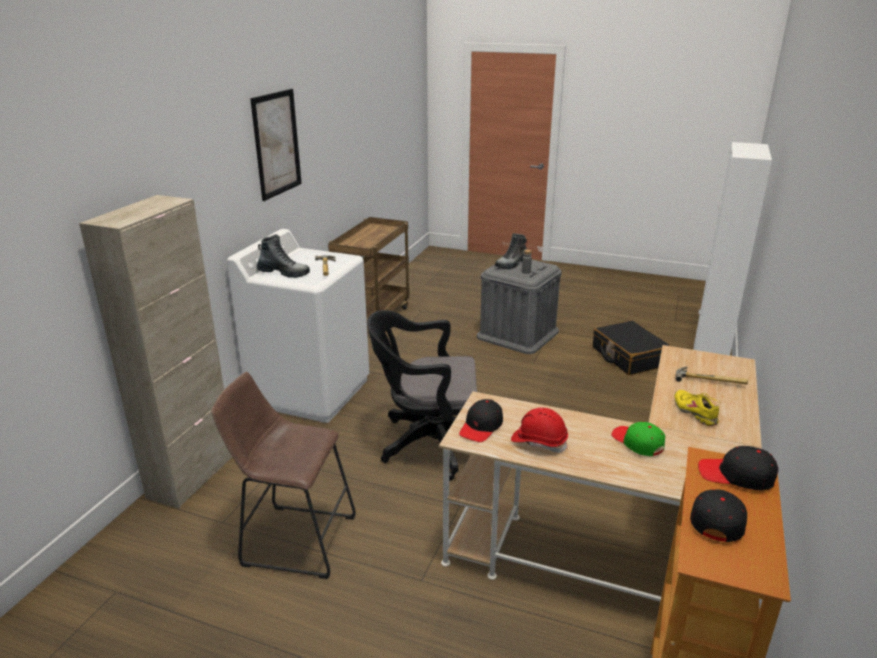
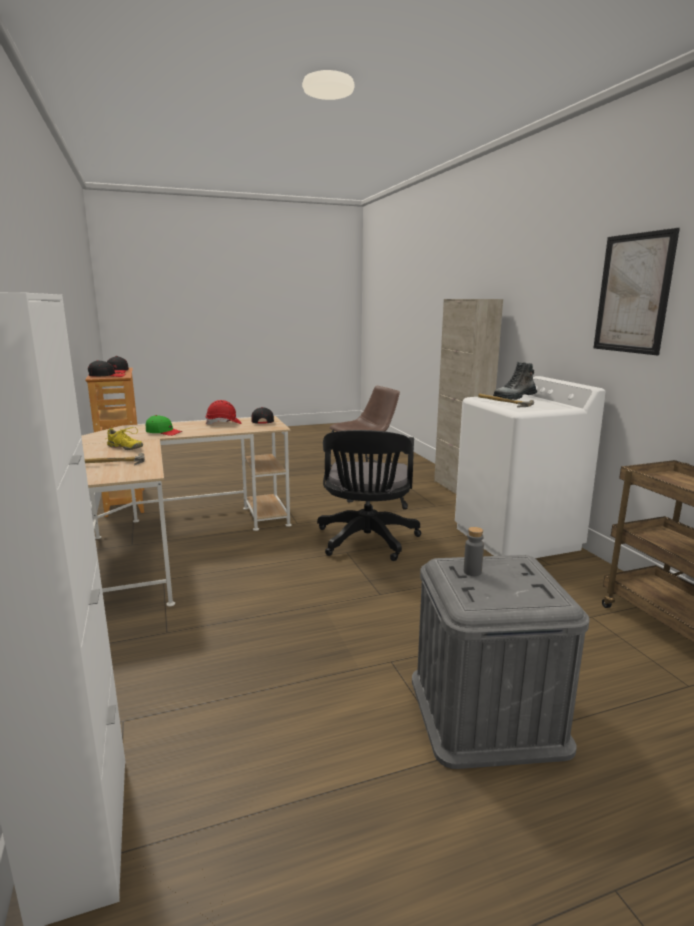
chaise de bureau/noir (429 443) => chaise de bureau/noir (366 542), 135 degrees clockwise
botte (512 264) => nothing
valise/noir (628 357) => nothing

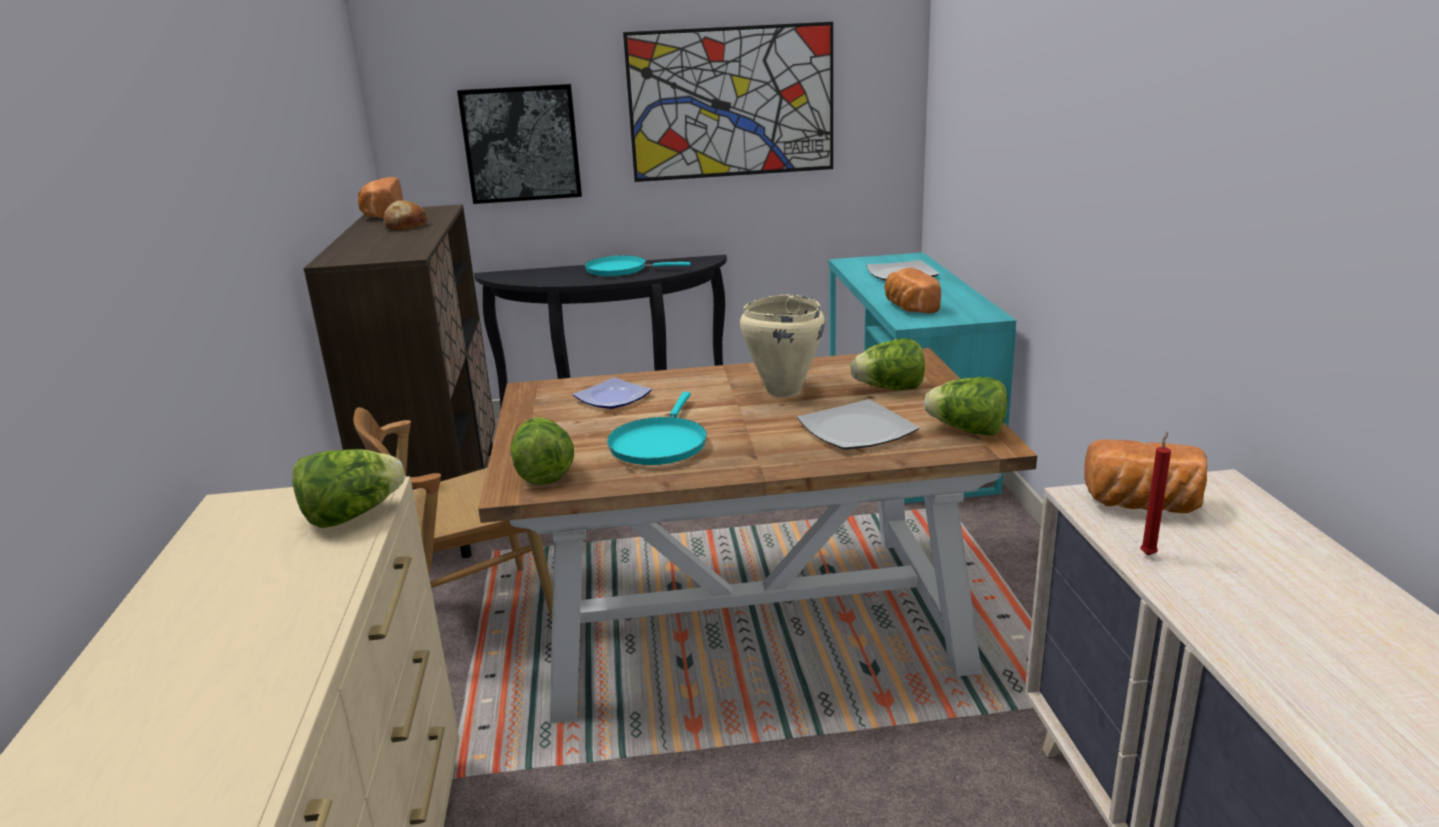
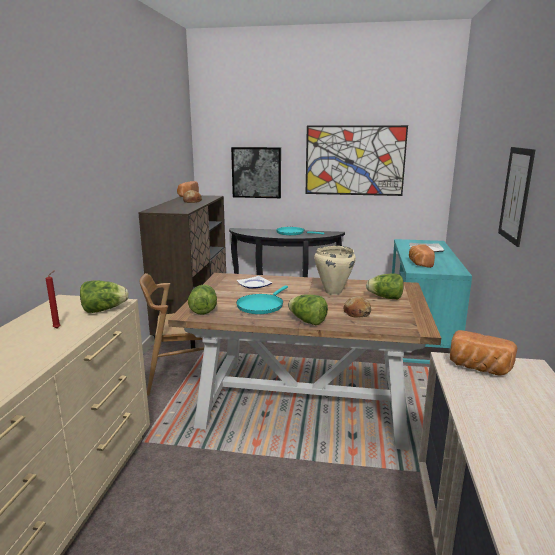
bougie/rouge (1148 554) => bougie/rouge (58 328), moved
laitue (967 431) => laitue (307 321), moved
assiette (857 429) => pain (357 313)
nothing => tableau (516 195)

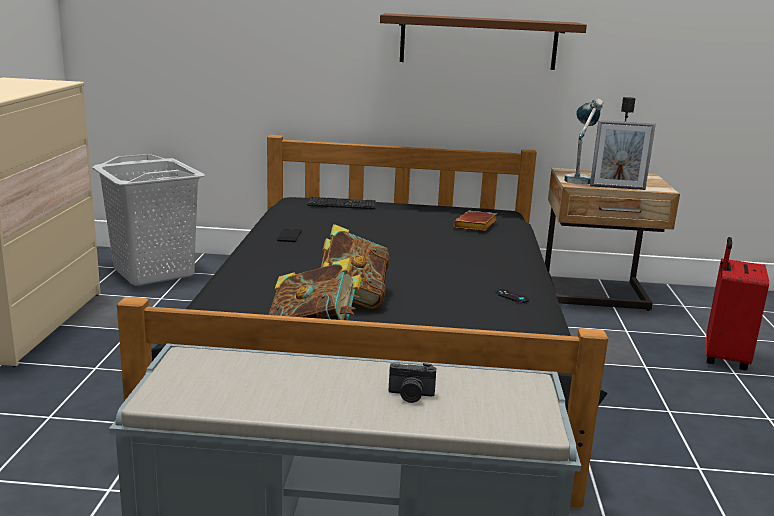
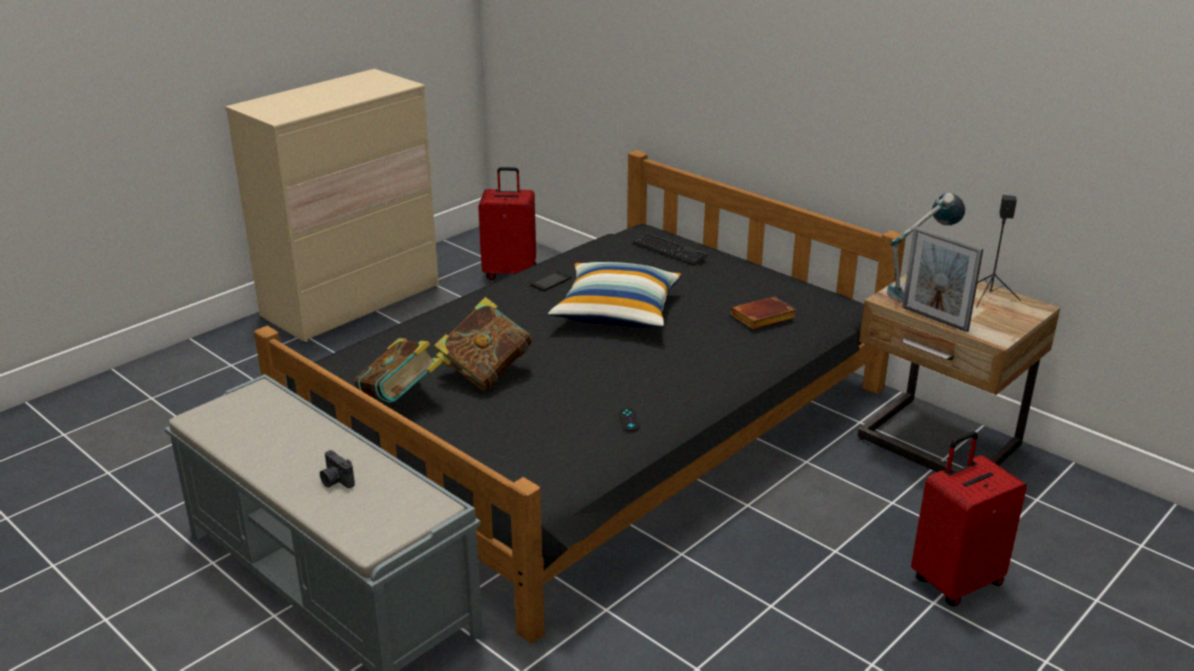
panier à linge/gris (154 272) => valise/rouge (510 273)
nothing => coussin (616 312)
étagère/marron (478 42) => nothing

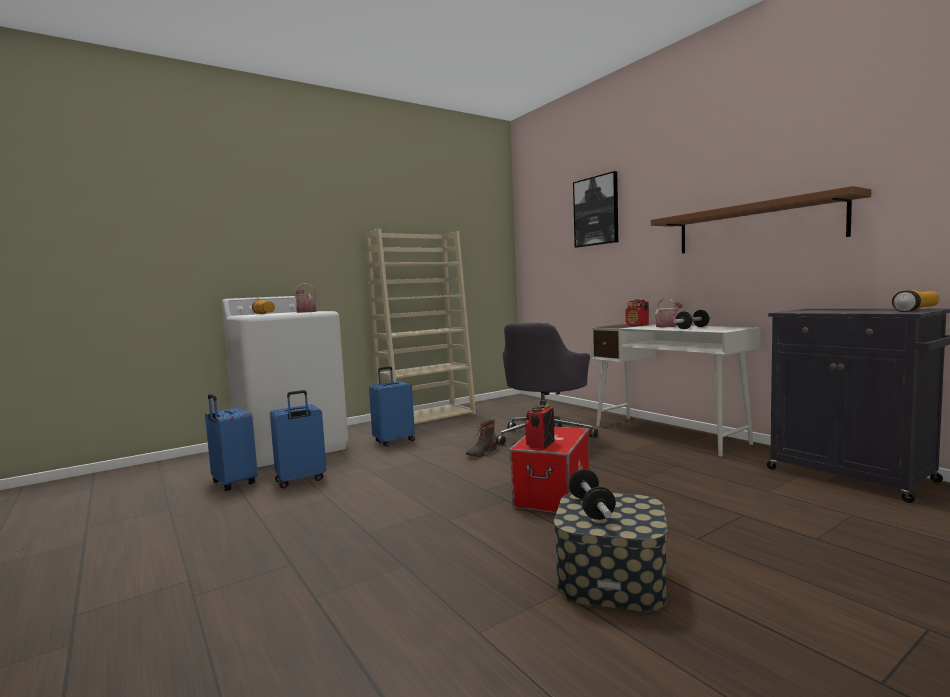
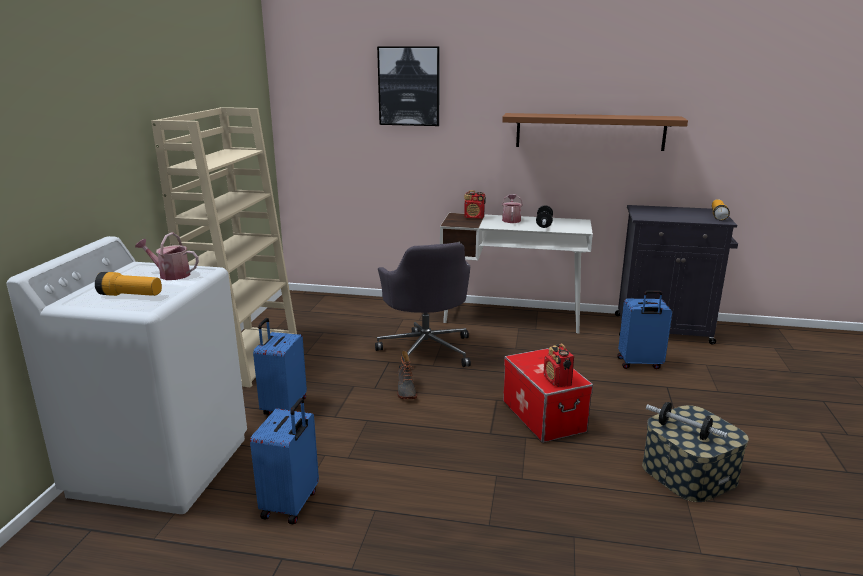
valise/bleu (233 484) => valise/bleu (639 364), moved

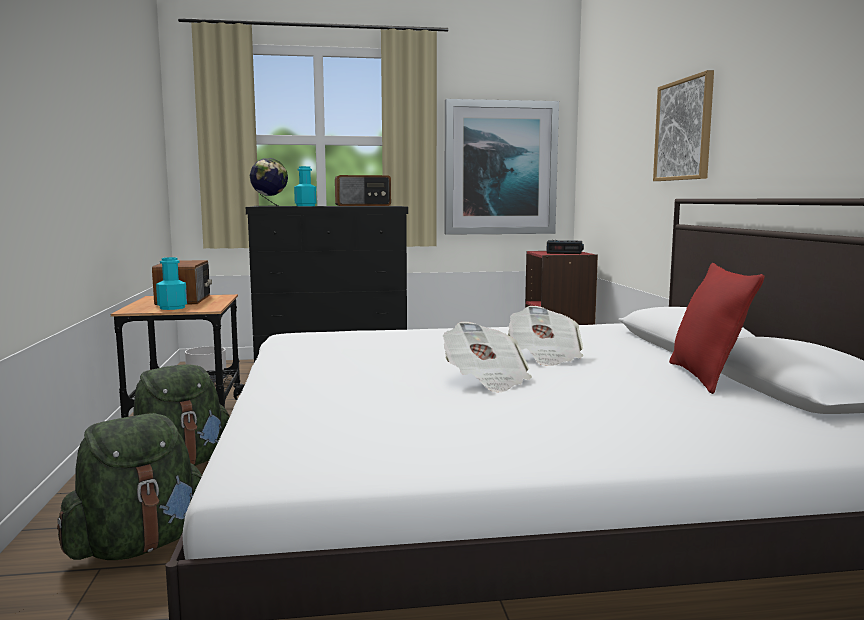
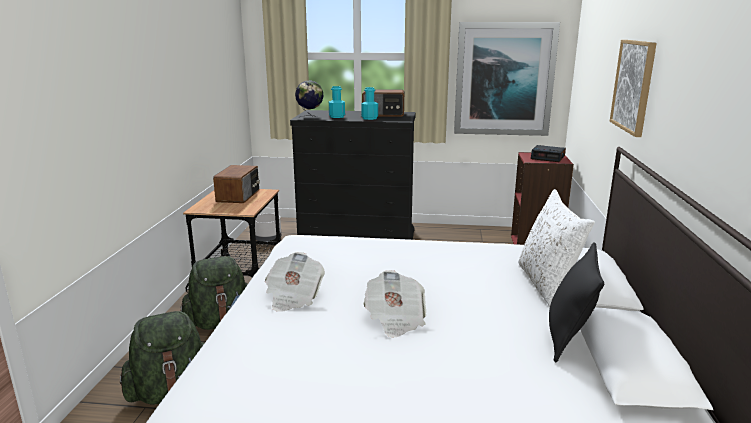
journal (545 356) => journal (293 297), moved
bouteille/turquoise (172 308) => bouteille/turquoise (369 118), moved
nothing => coussin/blanc (547 284)
coussin/rouge (706 377) => coussin/noir (568 338)

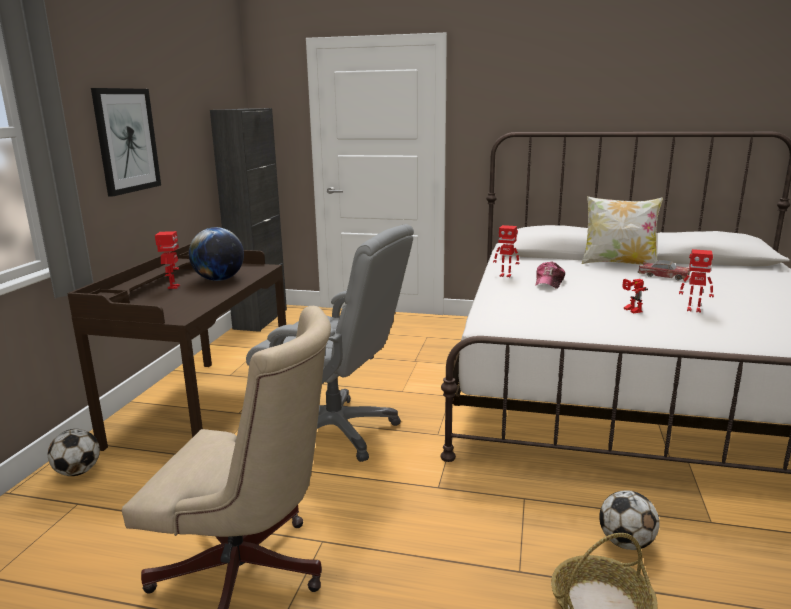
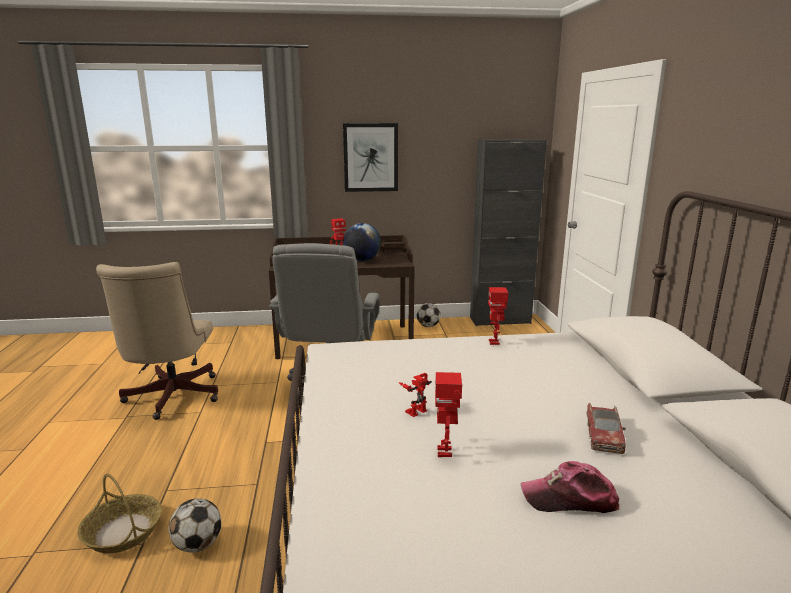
ballon de foot (78 472) => ballon de foot (428 326), moved
casquette (549 282) => casquette (570 499), moved
coussin (618 263) => nothing

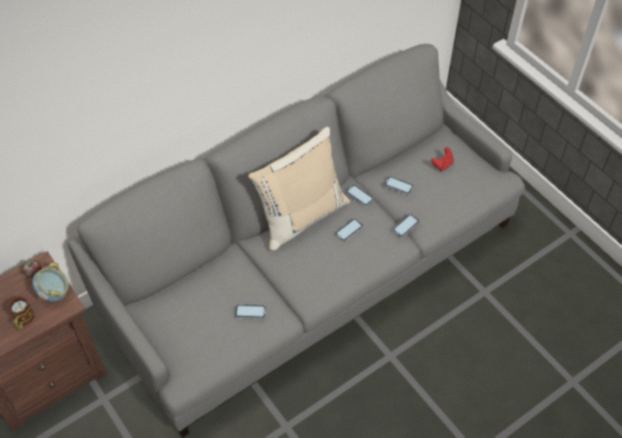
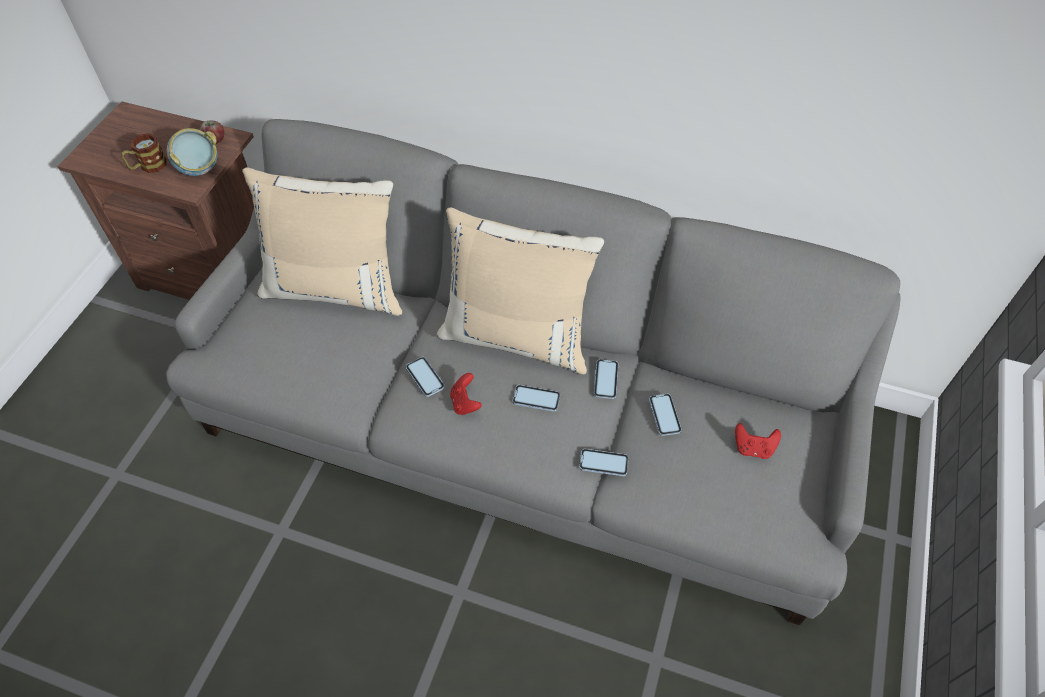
nothing => coussin/beige (336 288)
téléphone (250 312) => téléphone (425 377), moved
nothing => manette/rouge (465 403)

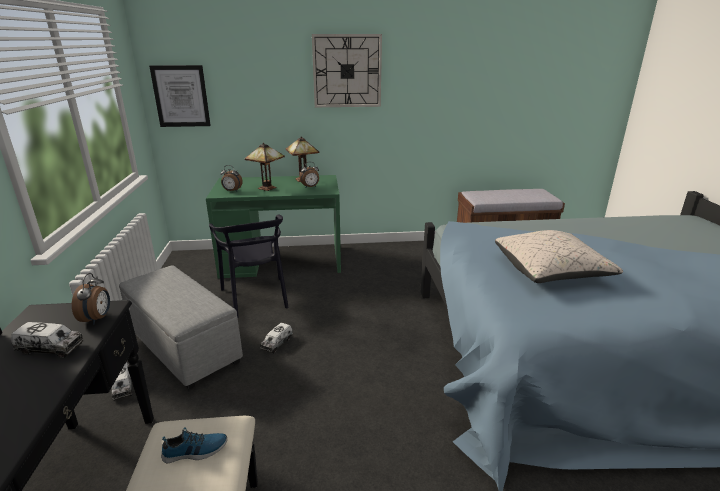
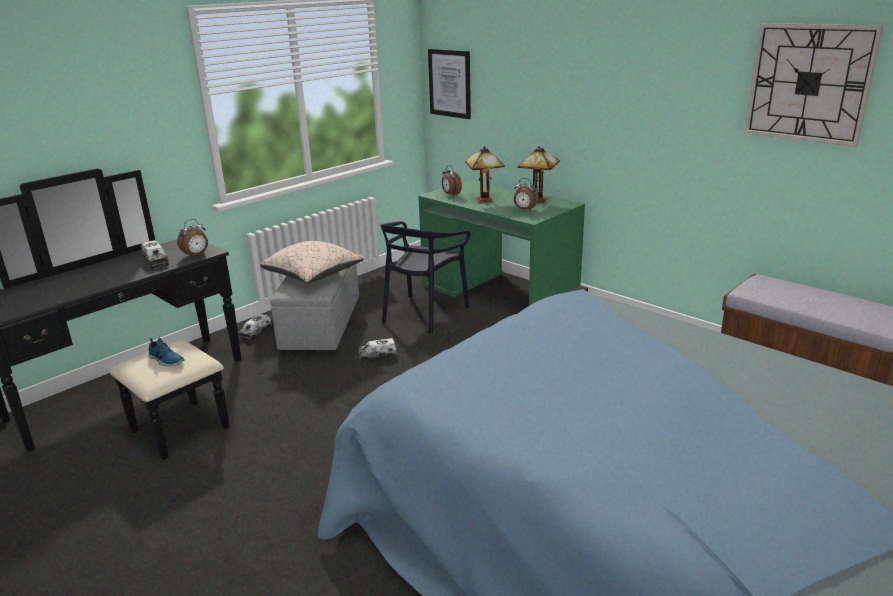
coussin/beige (550 271) => coussin/beige (314 275), moved
horloge murale (347 71) => horloge murale (809 83), moved

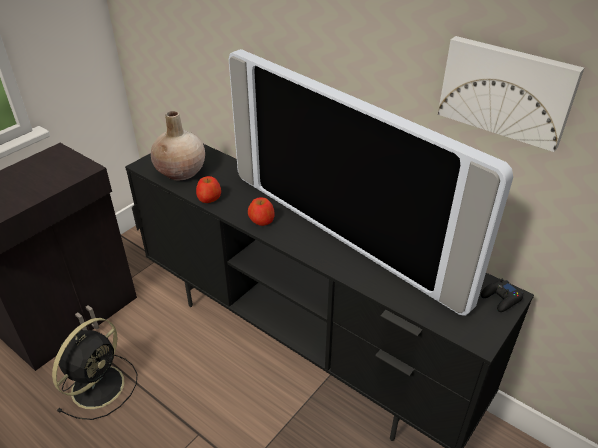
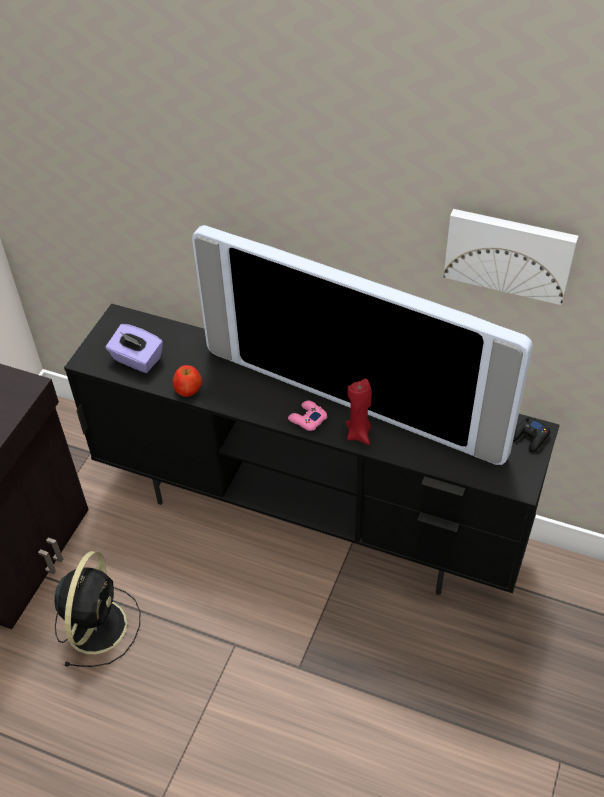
vase/beige (181 172) => boîte à mouchoirs/violet (137 360)
nothing => manette/rose (307 419)
nothing => bougie/rouge (359 433)
pomme (261 220) => nothing

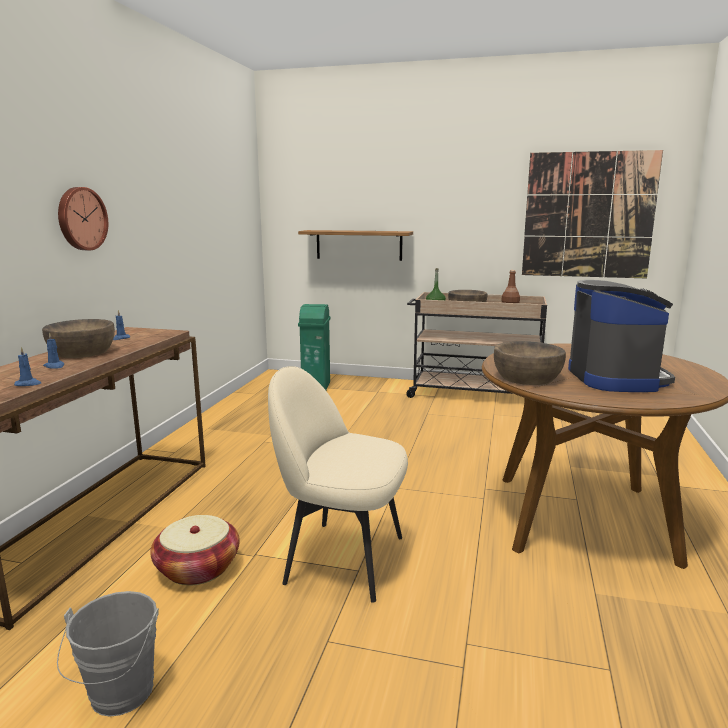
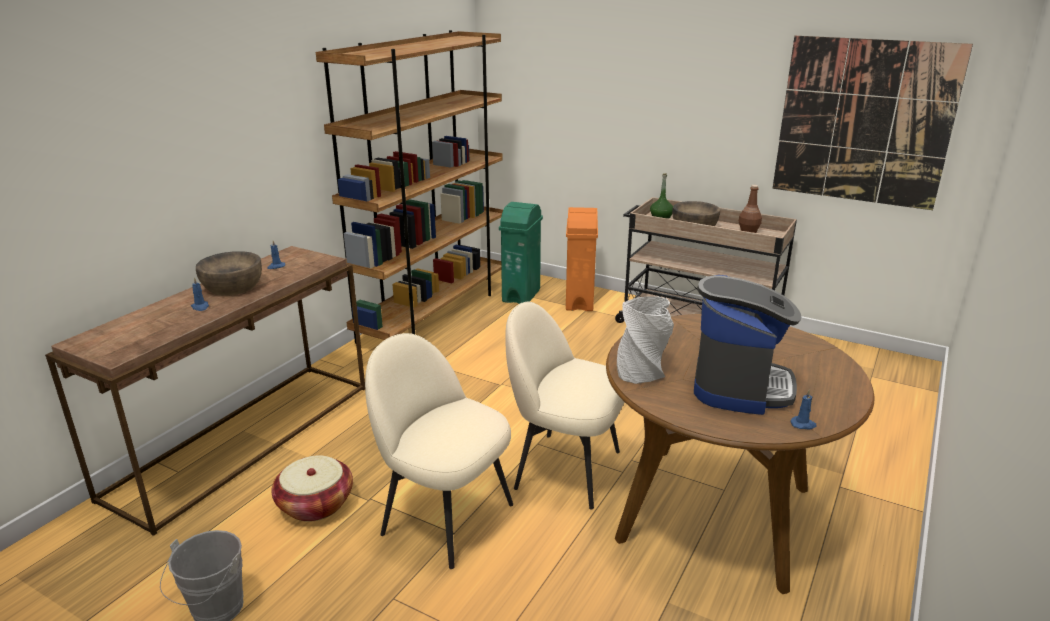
nothing => bibliothèque/marron (433 313)
nothing => chaise/beige (564 468)
nothing => poubelle/orange (579 302)
bol/marron (526 377) => vase/gris (642 371)
bougie/bleu (28 384) => bougie/bleu (803 424), moved
horloge murale (81 219) => nothing
étagère (359 245) => nothing

